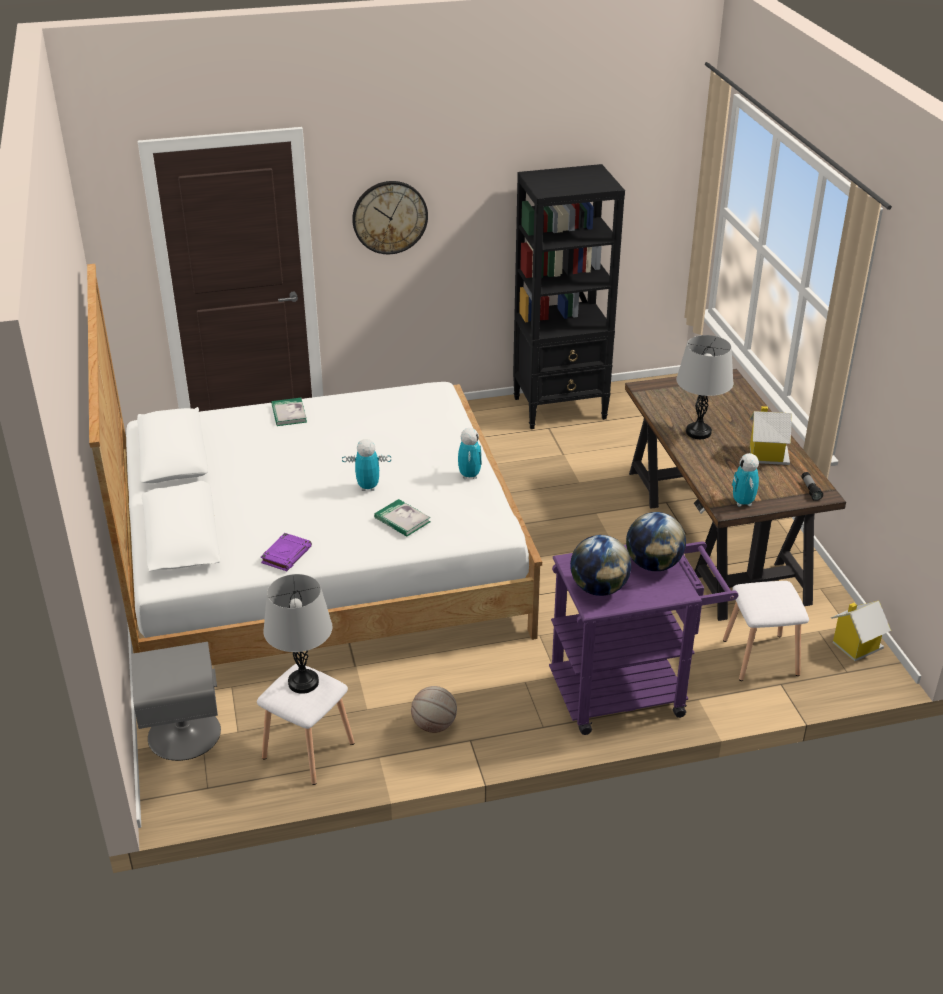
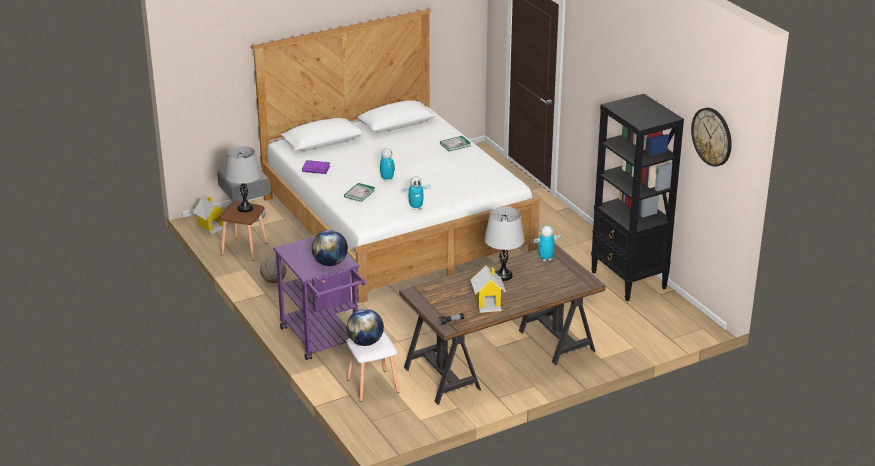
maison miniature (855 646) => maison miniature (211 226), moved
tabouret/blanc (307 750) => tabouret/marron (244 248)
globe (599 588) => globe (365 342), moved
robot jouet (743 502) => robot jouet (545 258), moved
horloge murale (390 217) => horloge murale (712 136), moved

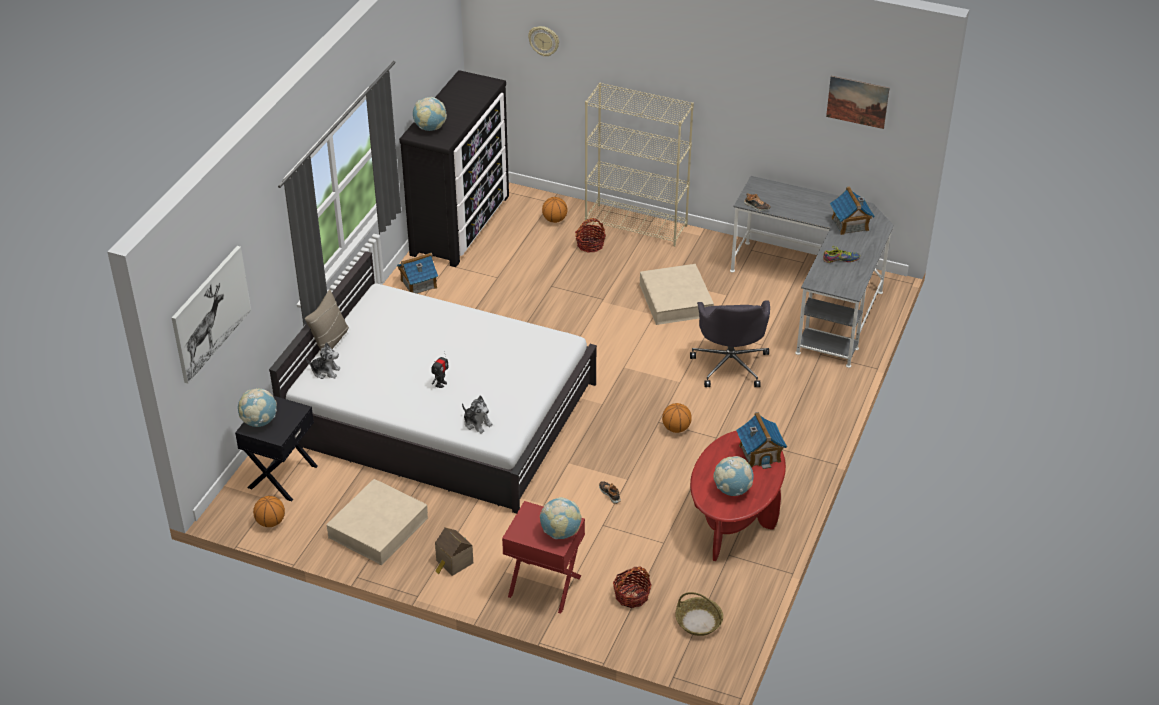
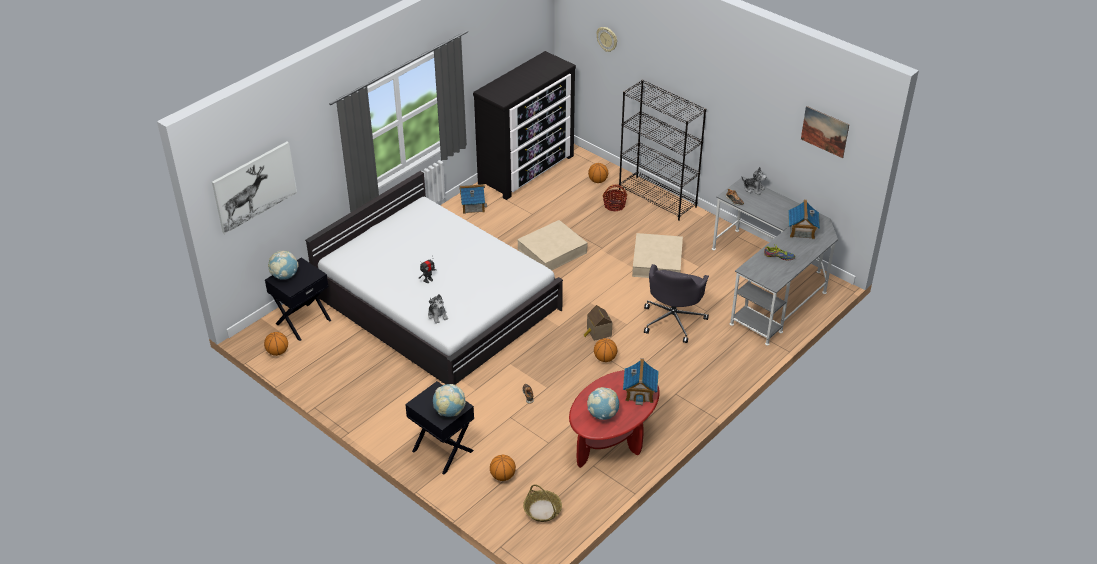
table de chevet/rouge (544 587) => table de chevet/noir (442 451)
panier (631 596) => ballon de basket (502 476)
boîte de rangement/beige (378 527) => boîte de rangement/beige (552 251), moved
maison miniature (453 563) => maison miniature (598 332), moved
bibliothèque/beige (636 225) => bibliothèque/noir (658 198)
peluche (325 371) => peluche (753 189), moved
coussin/beige (330 341) => nothing
globe (430 128) => nothing

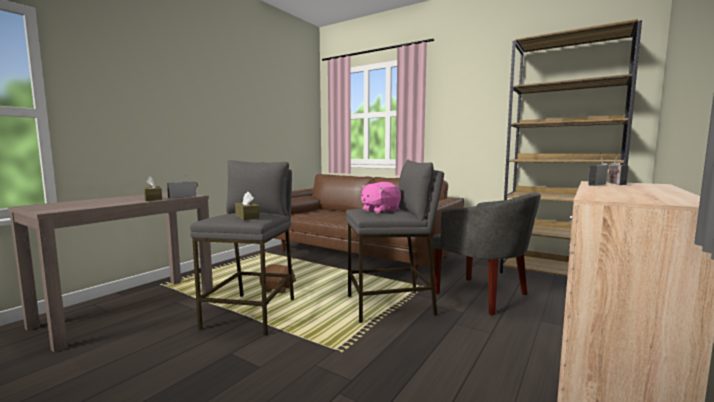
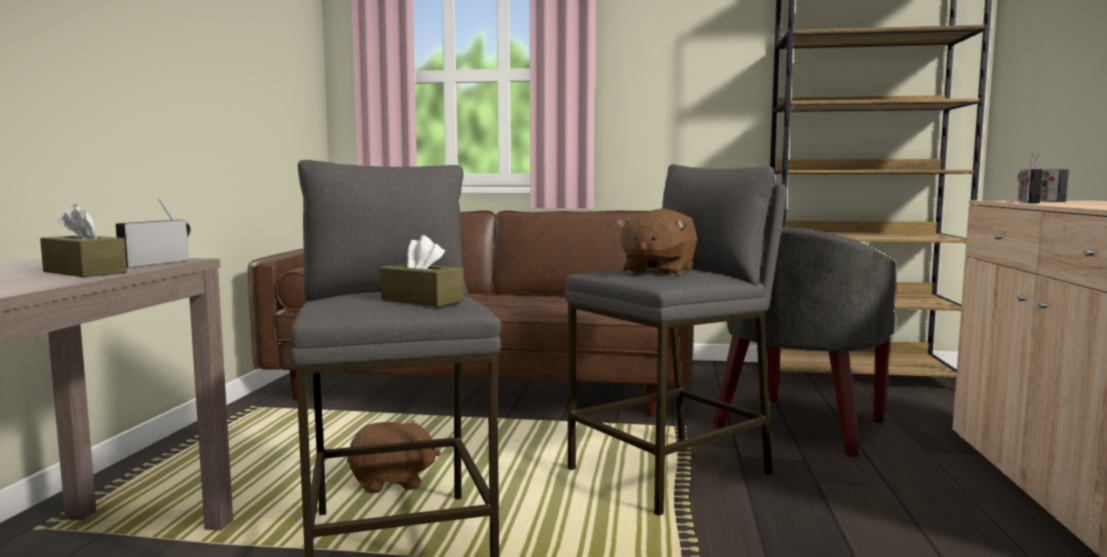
peluche/rose (379 211) => peluche/marron (657 271)
fauteuil/gris (483 296) => fauteuil/gris (799 426), 105 degrees clockwise

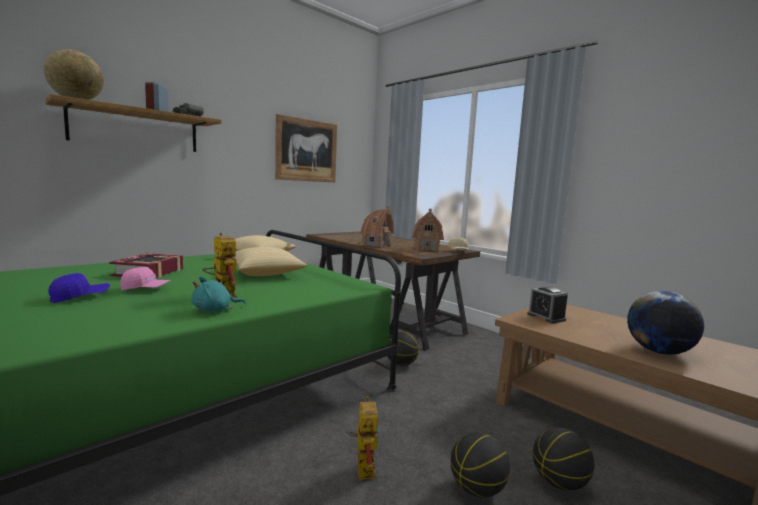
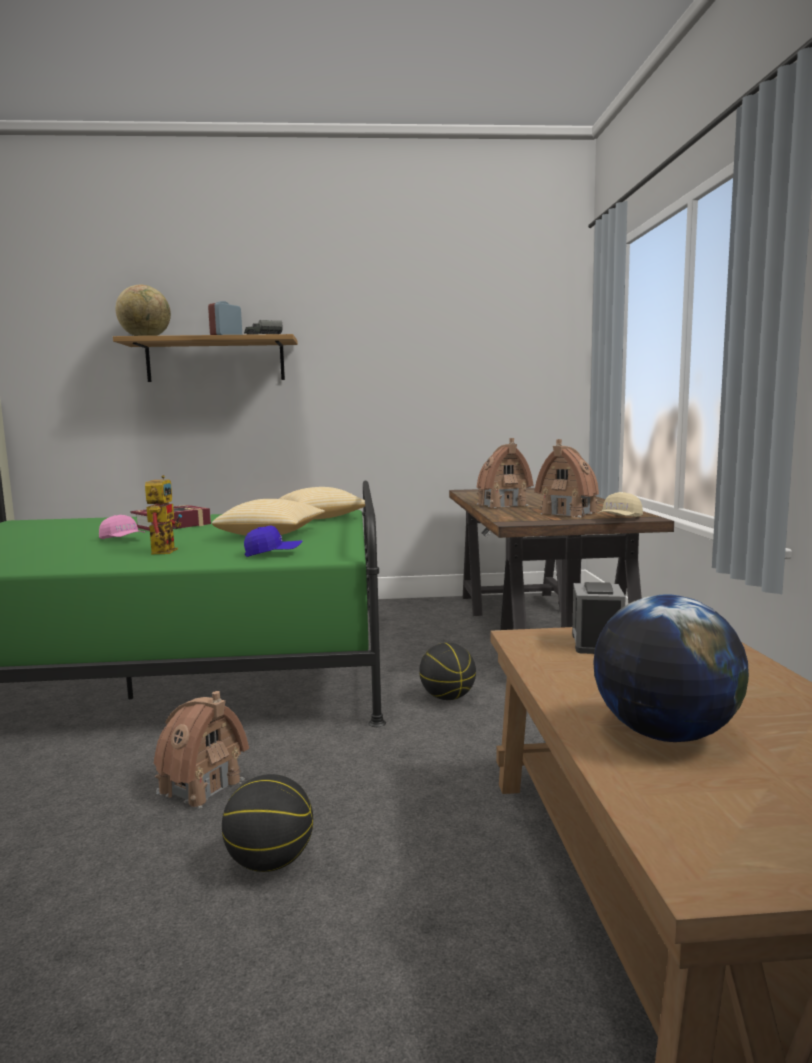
robot jouet (362 466) => maison miniature (201 786)
casquette/bleu (80 297) => casquette/bleu (273 554), moved
peluche/turquoise (215 310) => nothing
tableau (307 150) => nothing
ballon de basket (559 483) => nothing

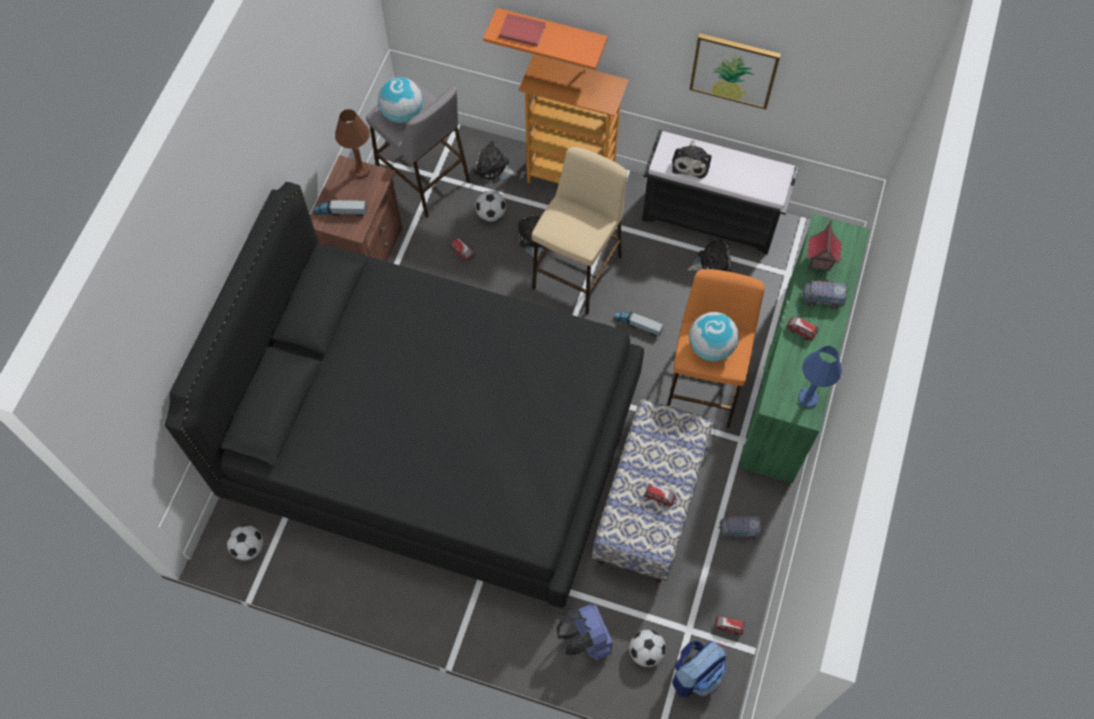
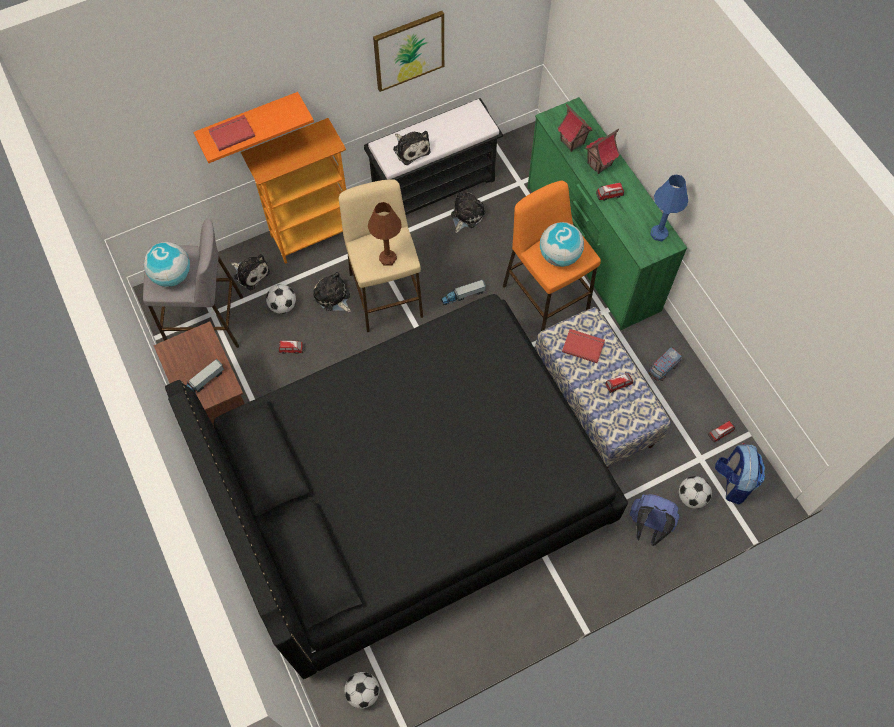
peluche (493 168) => peluche (250 273), 120 degrees counterclockwise
lampe de table/marron (361 171) => lampe de table/marron (388 258), moved
nothing => livre/rouge (583 345)
camion jouet (822 299) => maison miniature (599 164)

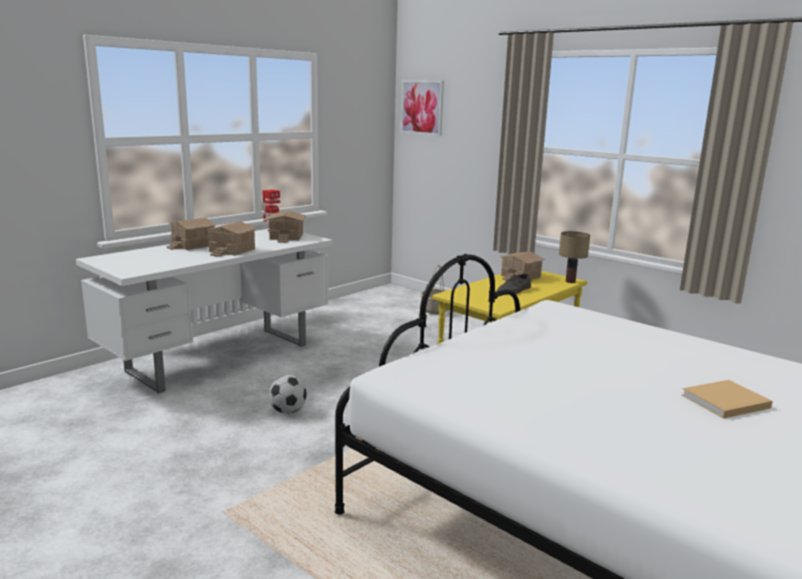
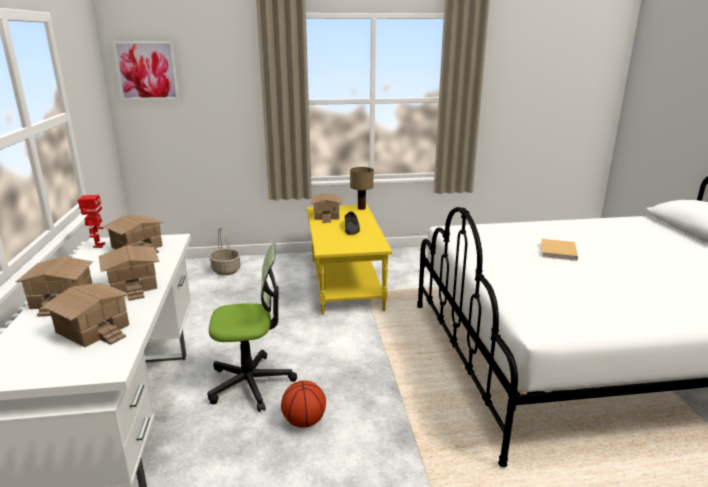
nothing => maison miniature (94 328)
nothing => chaise de bureau (251 383)
ballon de foot (288 411) => ballon de basket (304 422)
livre/beige (723 402) => livre/beige (558 252), moved

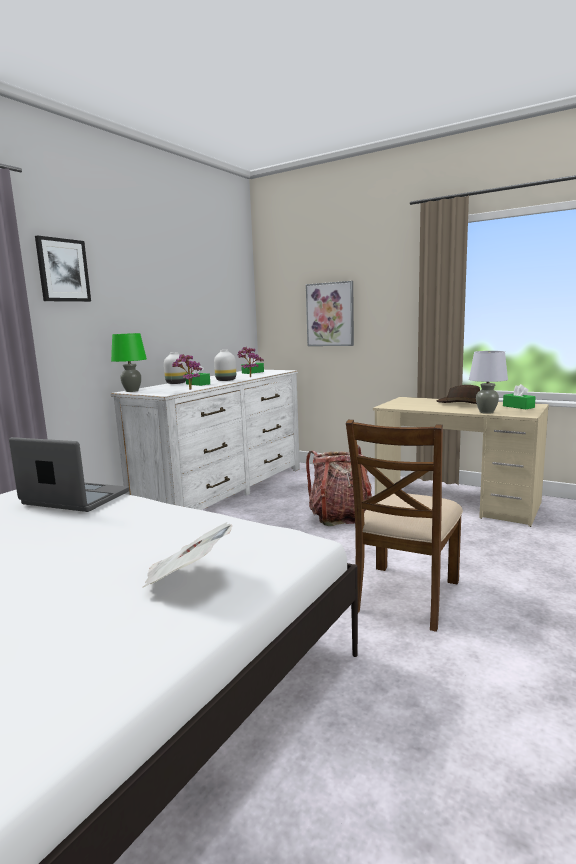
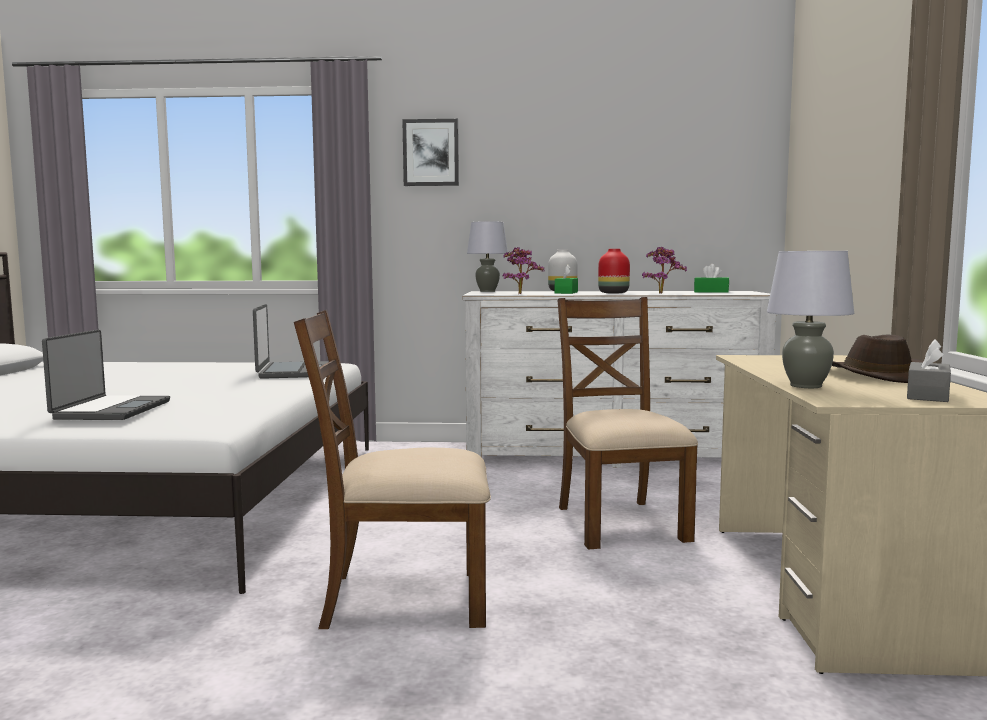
journal (187 577) => ordinateur portable (110 410)
lampe de table/vert (132 391) => lampe de table/gris (487 291)
sac à dos (340 516) => chaise/marron (619 523)
vase/blanc (225 380) => vase/rouge (613 293)
boîte à mouchoirs/vert (518 407) => boîte à mouchoirs/gris (927 395)
tableau (330 314) => nothing

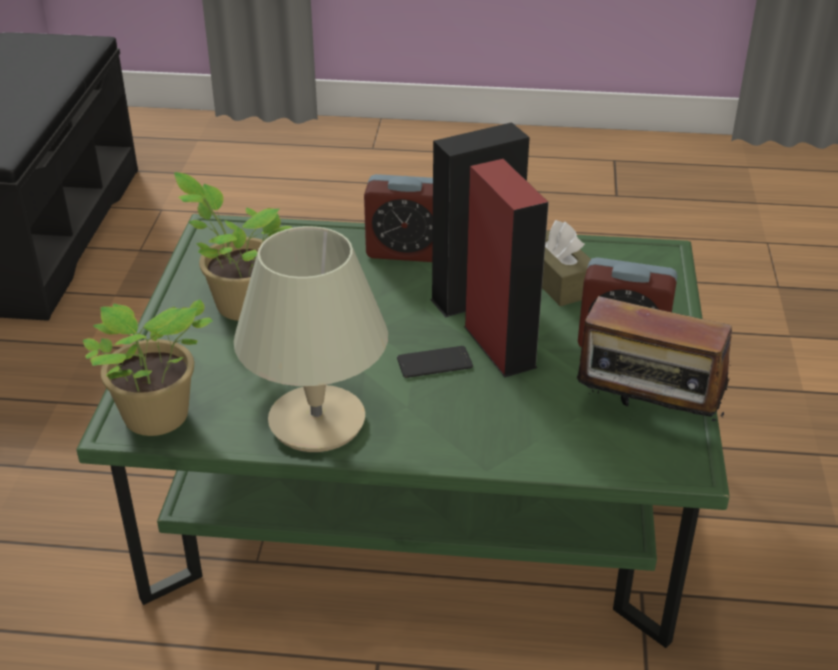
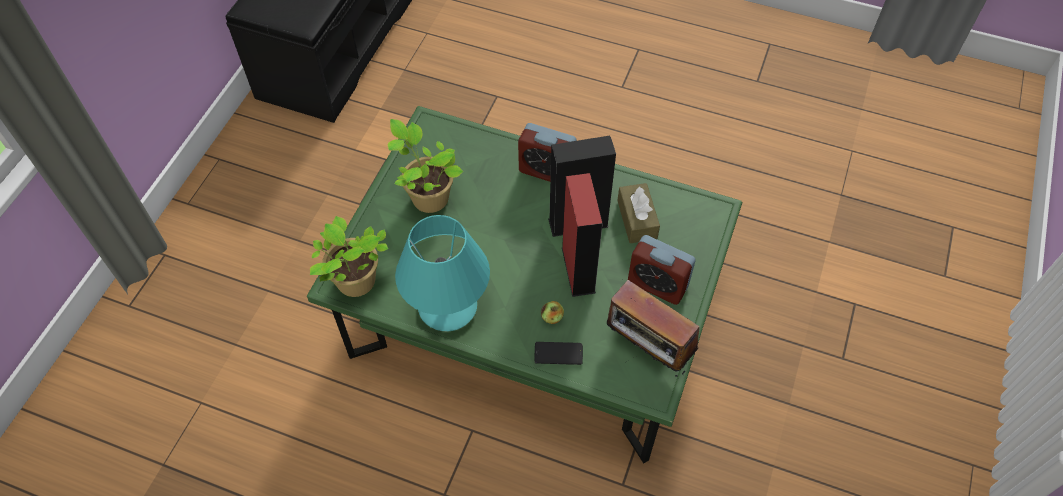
lampe de table/beige (316 420) => lampe de table/turquoise (447 306)
téléphone (434 363) => téléphone (558 353), moved
nothing => pomme (552 317)

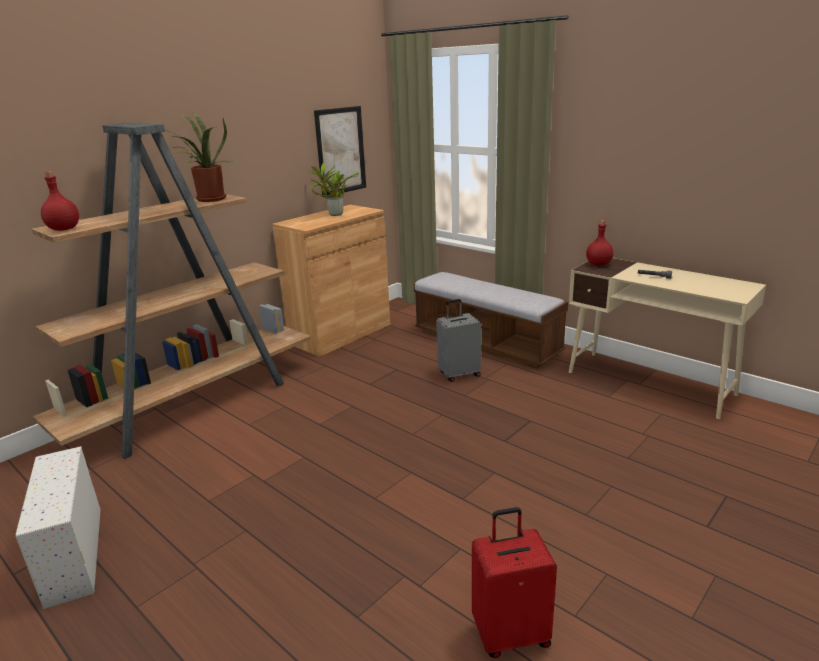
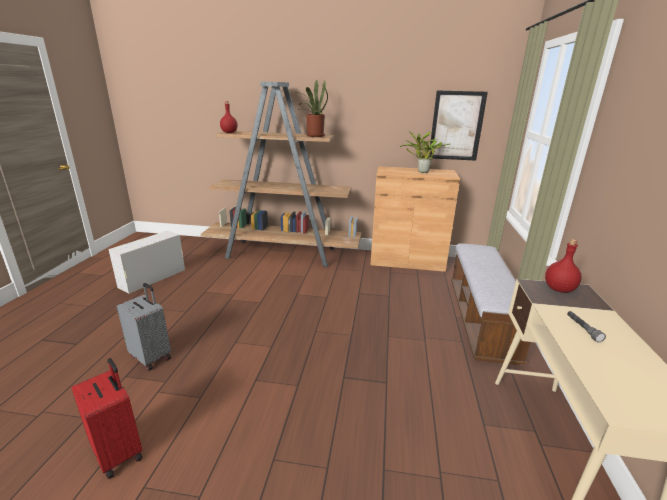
valise/gris (459 374) => valise/gris (152 357), moved

